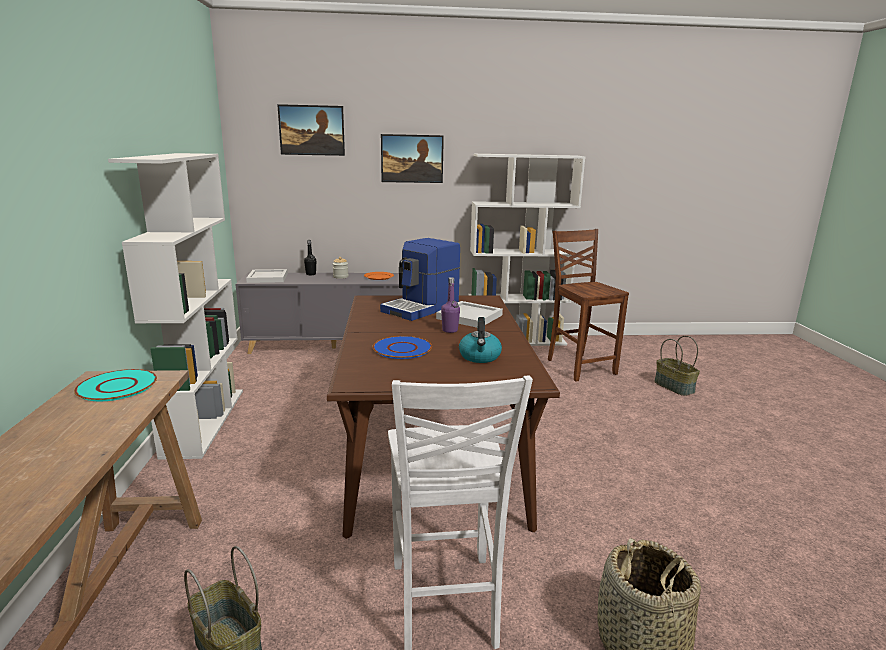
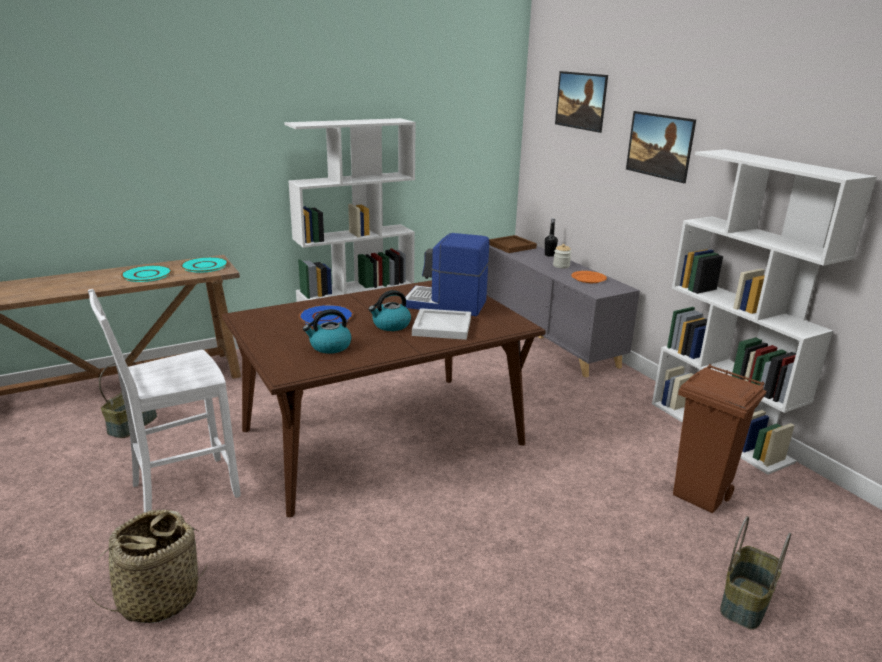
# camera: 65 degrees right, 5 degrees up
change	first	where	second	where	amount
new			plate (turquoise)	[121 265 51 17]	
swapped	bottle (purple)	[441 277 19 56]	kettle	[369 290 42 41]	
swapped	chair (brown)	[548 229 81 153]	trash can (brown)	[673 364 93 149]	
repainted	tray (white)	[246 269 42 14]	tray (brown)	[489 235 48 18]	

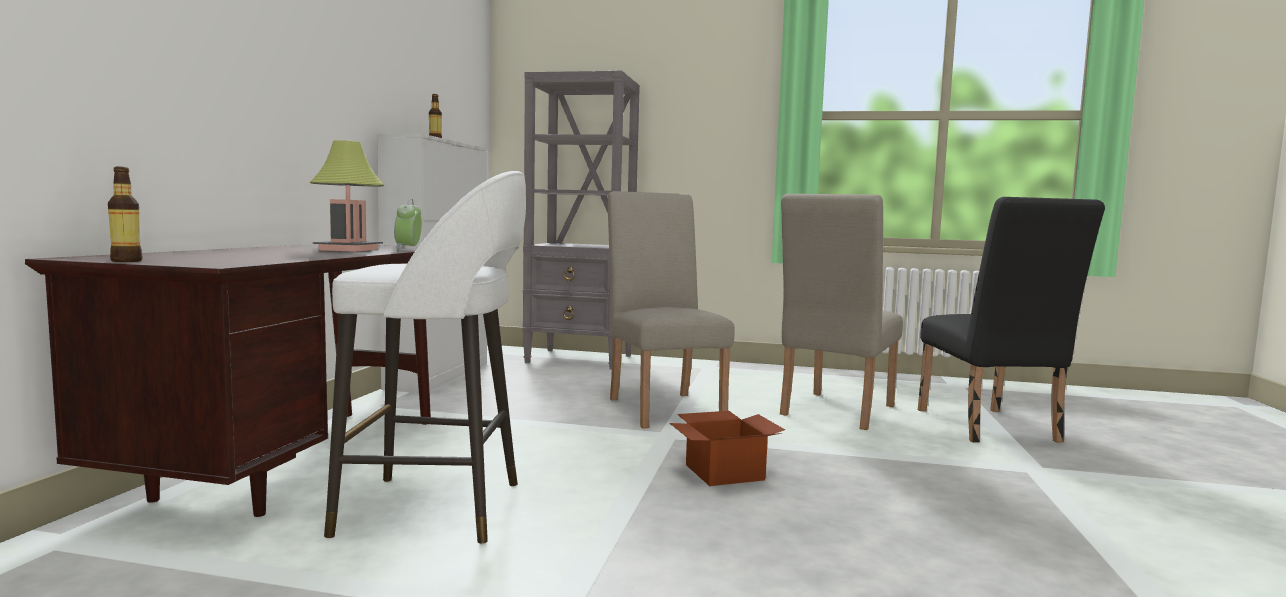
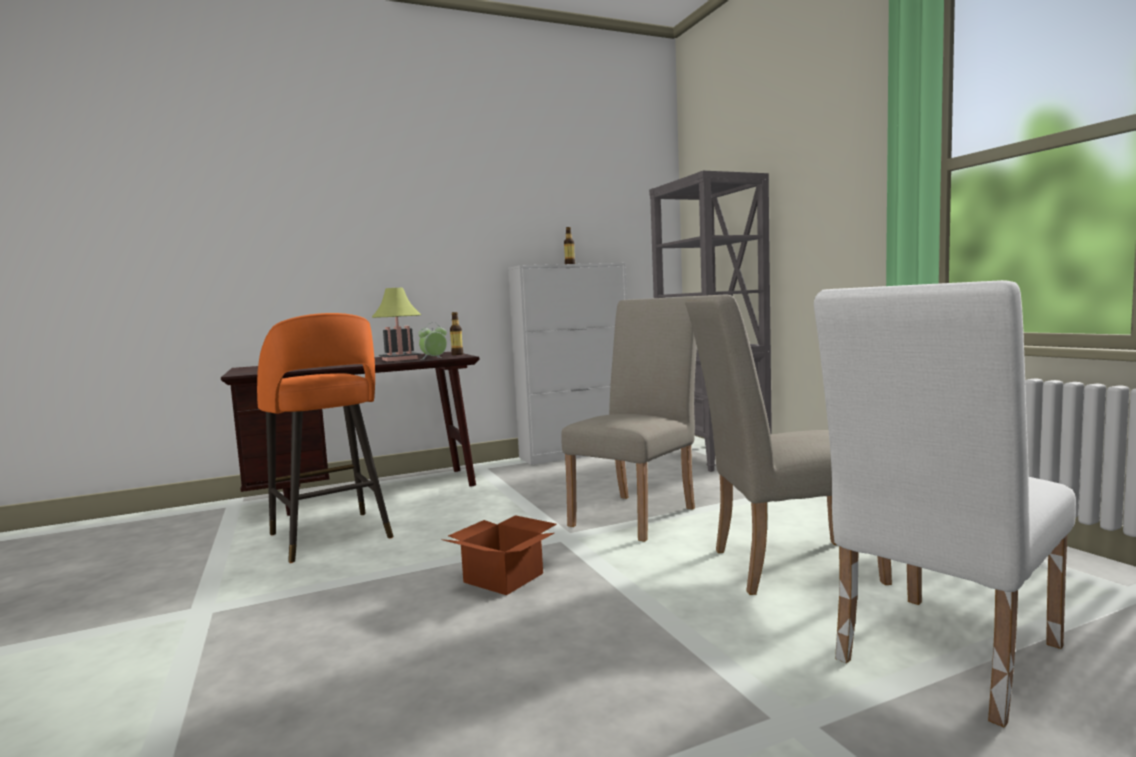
# camera: 55 degrees right, 0 degrees up
change	first	where	second	where	amount
shifted	bottle	[108 166 34 96]		[450 312 13 43]	
repainted	stool (white)	[324 171 202 373]	stool (orange)	[257 313 136 250]	
repainted	chair (black)	[918 197 187 245]	chair (white)	[814 280 262 448]	

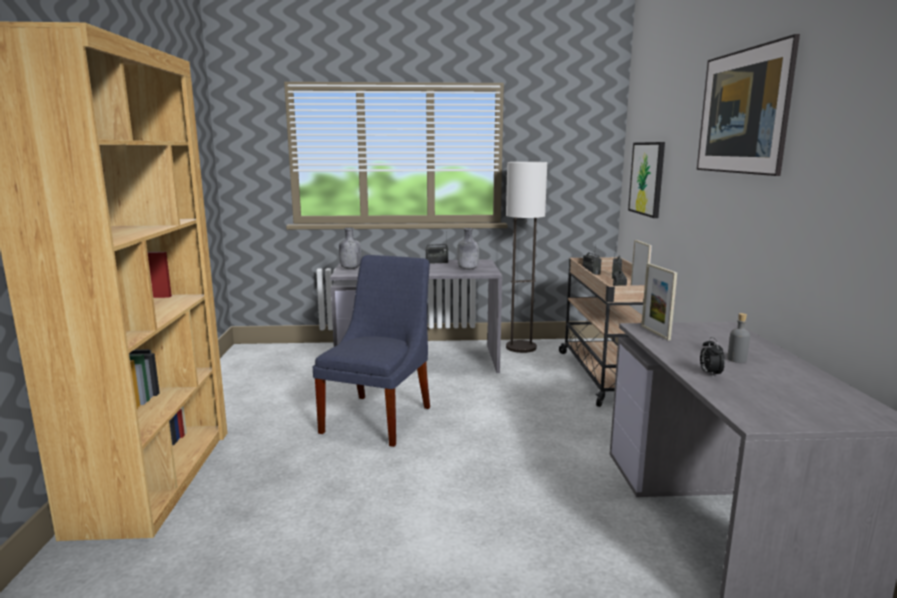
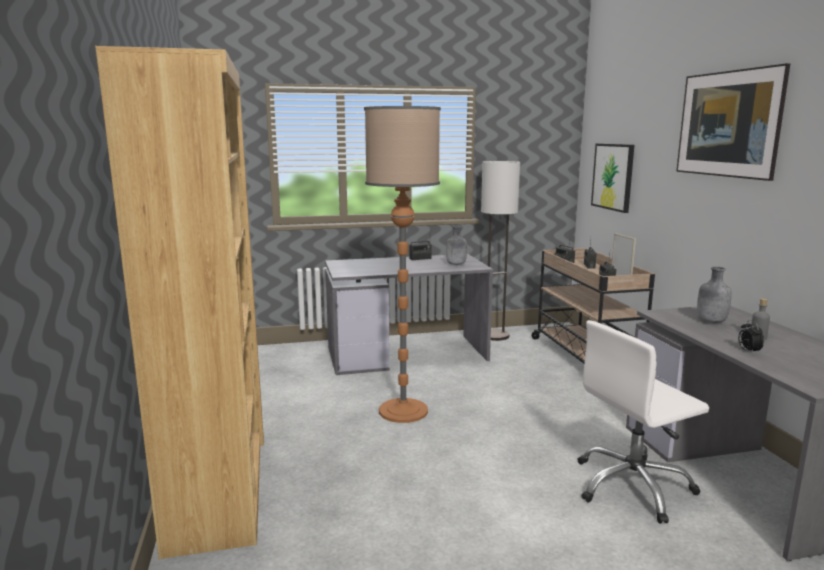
# camera: 10 degrees left, 0 degrees up
change	first	where	second	where	amount
gone	picture frame	[641 263 36 77]			
new			office chair (white)	[578 320 131 204]	
shifted	bottle (grey)	[339 228 22 41]		[697 267 35 56]	
swapped	chair (blue)	[313 255 117 192]	floor lamp	[364 106 77 317]	

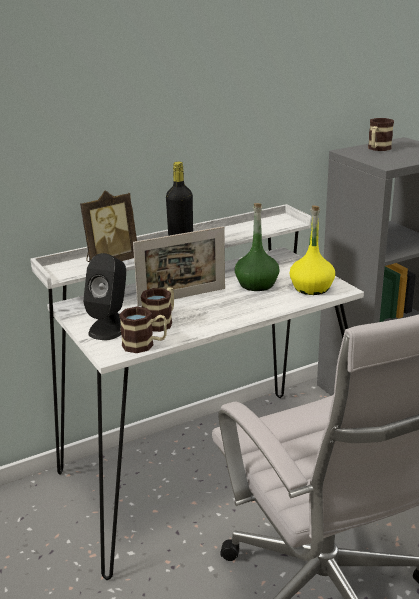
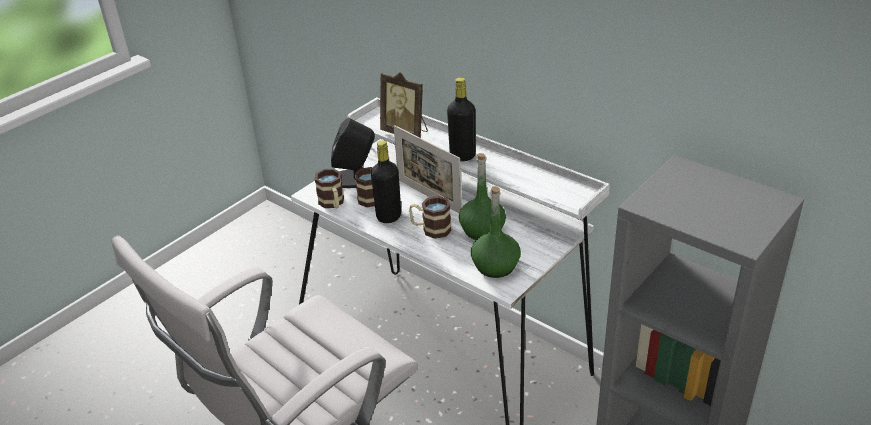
# camera: 70 degrees right, 10 degrees up
change	first	where	second	where	amount
new			bottle (black)	[371 141 30 82]	
shifted	mug	[368 118 26 33]		[409 196 43 43]	
repainted	bottle (yellow)	[290 205 45 90]	bottle (green)	[471 186 50 92]	

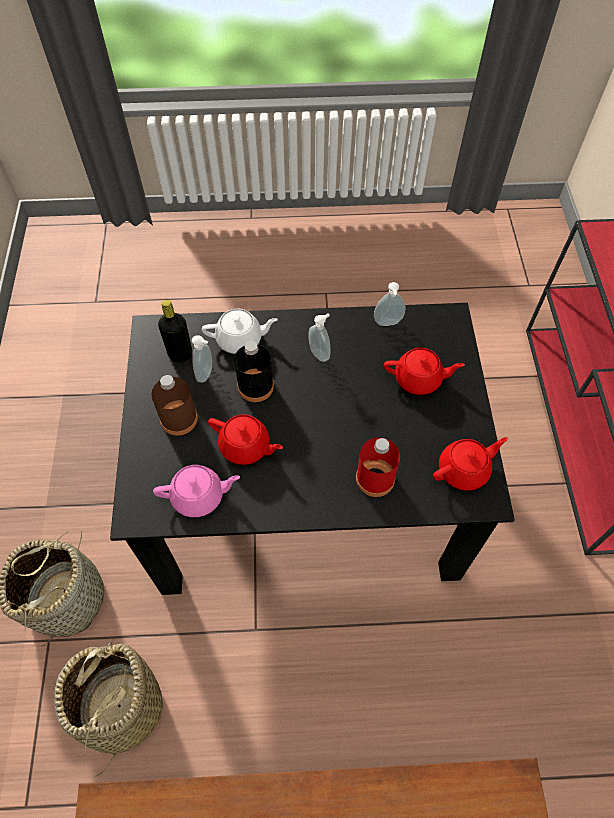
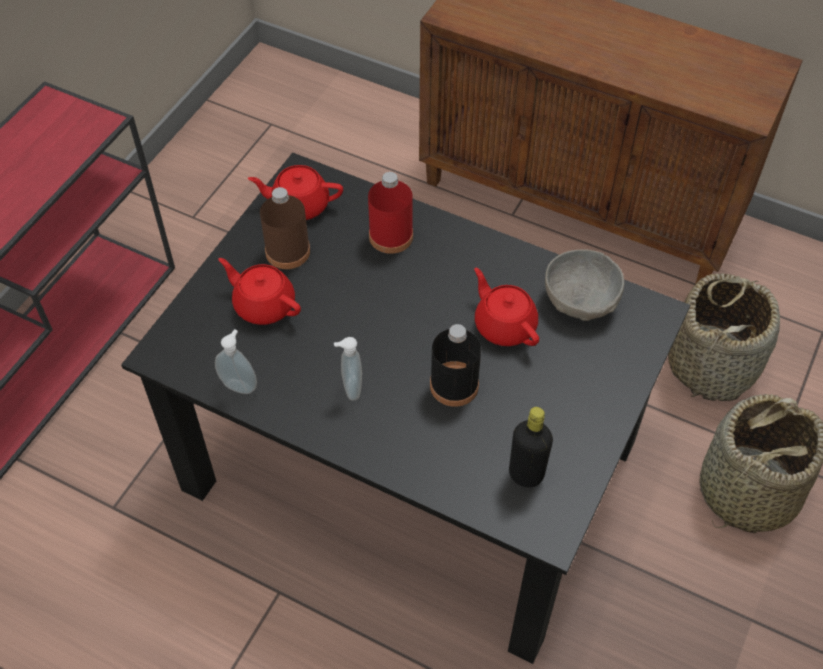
# camera: 150 degrees left, 5 degrees down
change	first	where	second	where	amount
gone	soap dispenser	[192 335 20 48]			
gone	teapot (white)	[202 309 76 45]			
shifted	bottle (brown)	[152 375 46 60]		[260 187 50 82]	
swapped	teapot (pink)	[153 465 87 52]	bowl (grey)	[545 250 79 71]	

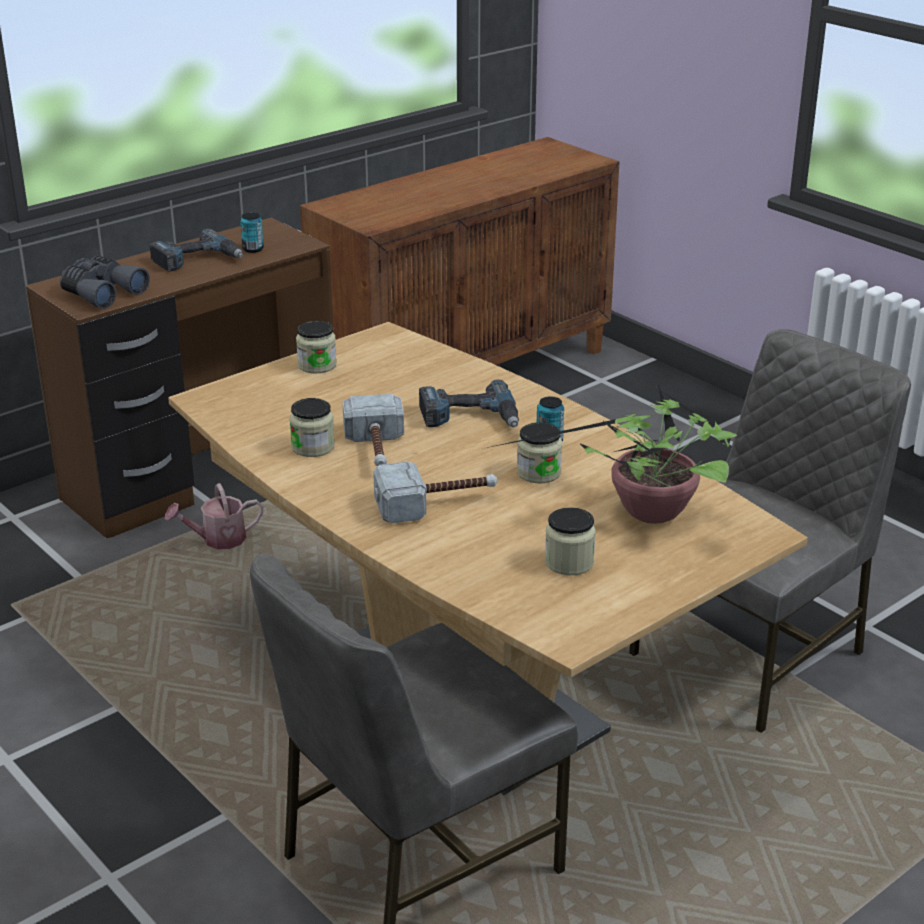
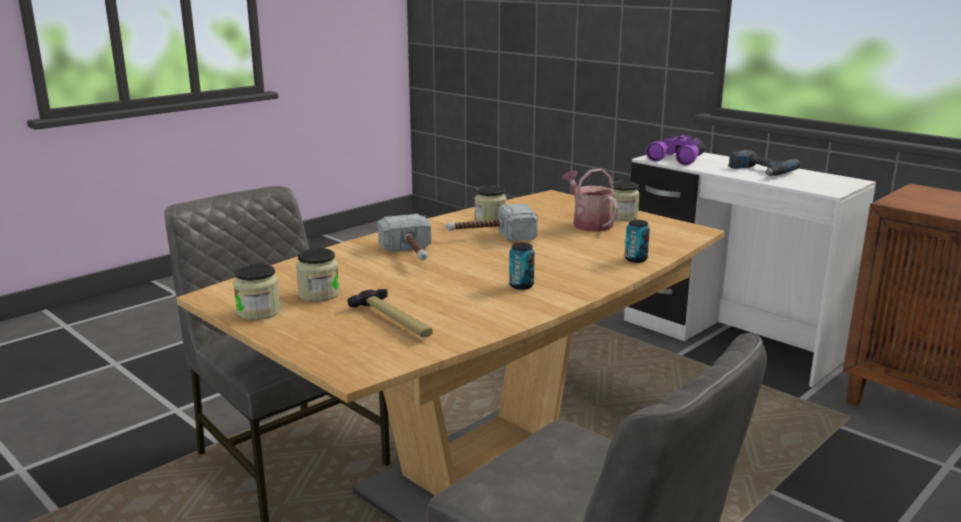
# camera: 85 degrees right, 10 degrees down
change	first	where	second	where	amount
gone	power drill	[419 380 100 47]			
shifted	watering can	[165 483 98 66]		[562 169 56 63]	
shifted	can	[240 212 24 41]		[625 220 25 43]	
shifted	jar	[517 422 45 61]		[233 263 48 57]	
swapped	potted plant	[482 385 255 139]	hammer	[348 289 85 49]	
repainted	desk (brown)	[26 218 308 321]	desk (white)	[624 152 252 235]	
repainted	binoculars (grey)	[60 256 90 53]	binoculars (purple)	[646 135 59 30]	

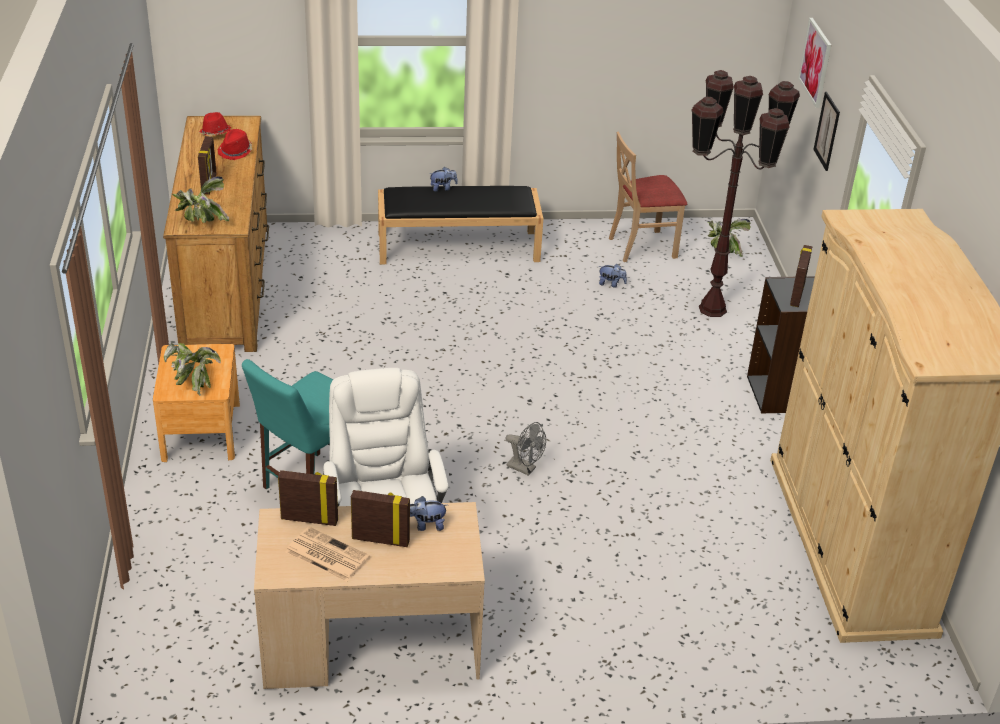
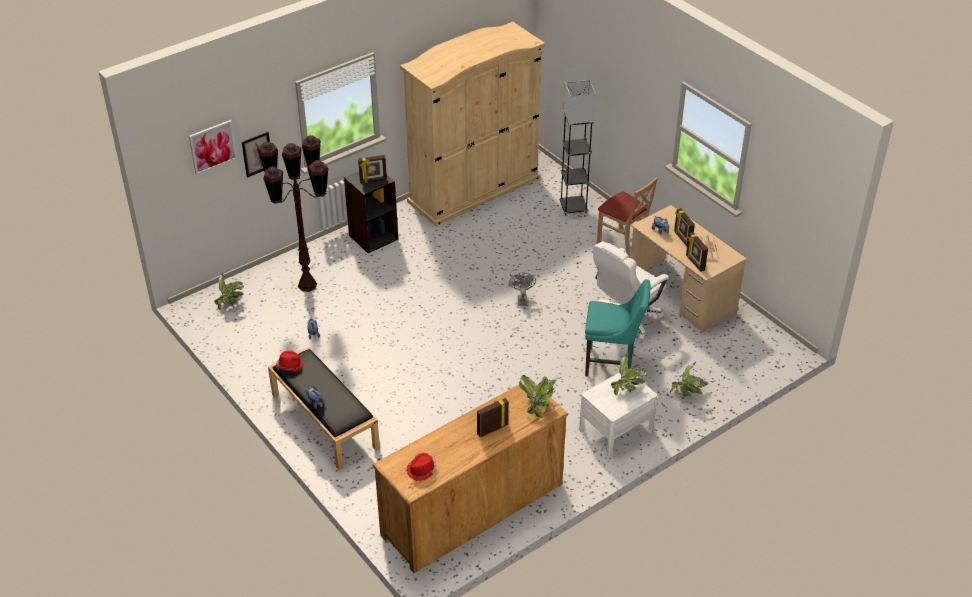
# camera: 120 degrees left, 5 degrees up
change	first	where	second	where	amount
new			floor lamp (grey)	[559 80 37 136]	
new			potted plant	[670 361 38 35]	
shifted	hat (red)	[218 129 34 31]		[276 351 28 20]	
shifted	chair (beige)	[609 132 78 130]		[597 177 61 81]	
repainted	nightstand (brown)	[153 344 87 118]	nightstand (white)	[579 373 78 84]	

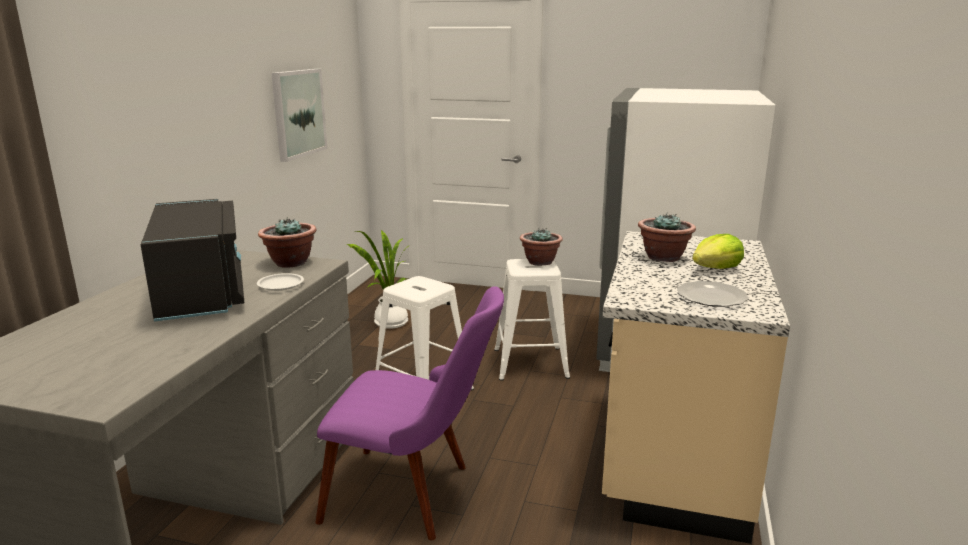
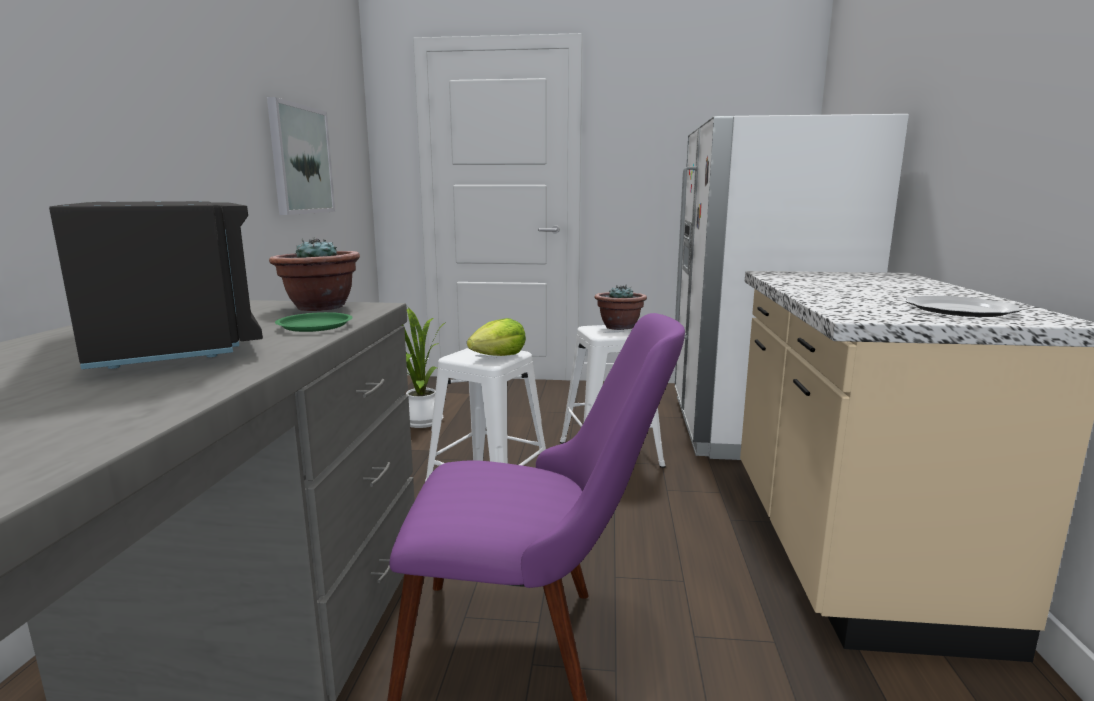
# camera: 10 degrees left, 5 degrees down
change	first	where	second	where	amount
gone	potted plant	[638 212 58 50]			
shifted	lettuce	[692 234 52 35]		[467 318 59 38]	
repainted	plate (white)	[257 273 47 18]	plate (green)	[275 312 78 20]	

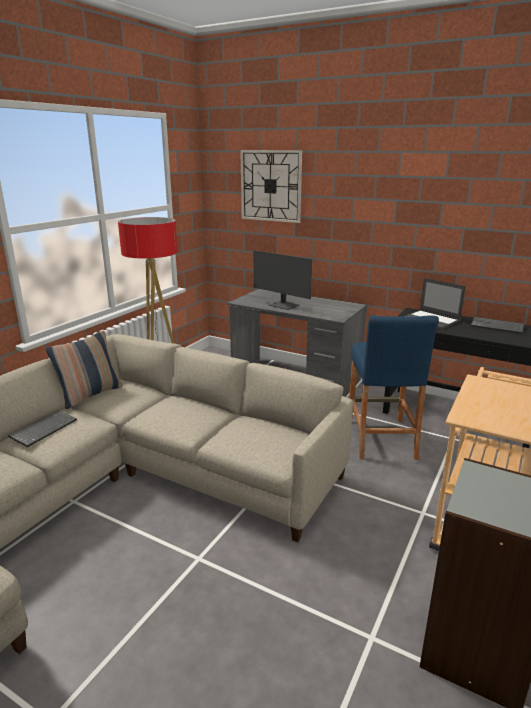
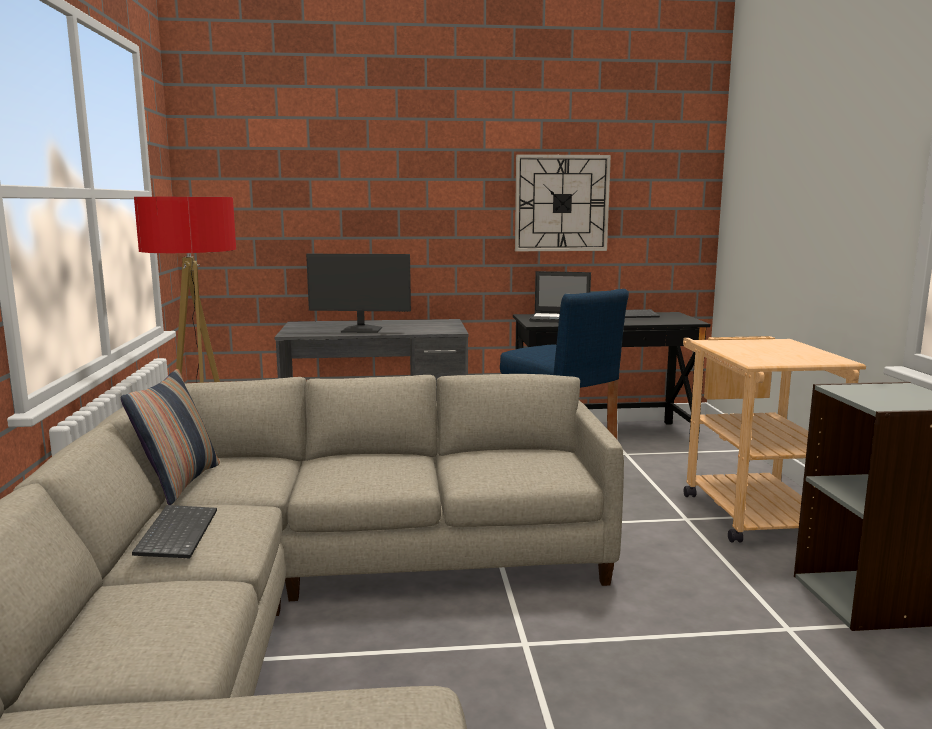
# camera: 35 degrees left, 10 degrees down
change	first	where	second	where	amount
shifted	wall clock	[240 150 62 73]		[515 154 96 97]	

